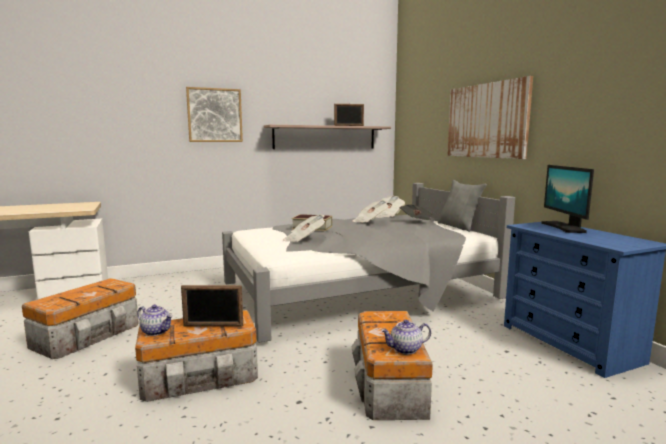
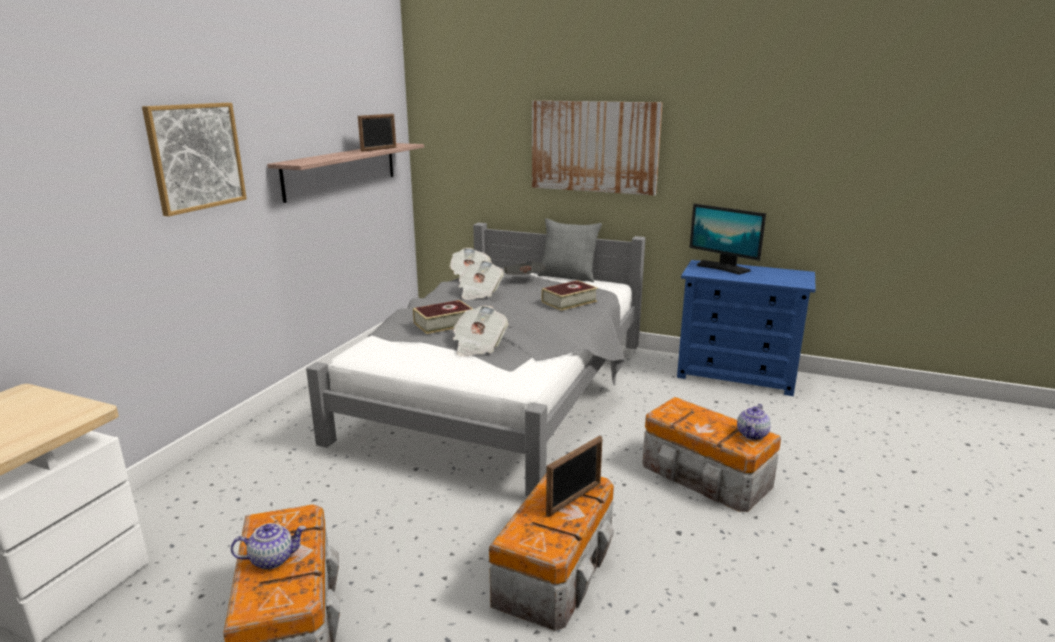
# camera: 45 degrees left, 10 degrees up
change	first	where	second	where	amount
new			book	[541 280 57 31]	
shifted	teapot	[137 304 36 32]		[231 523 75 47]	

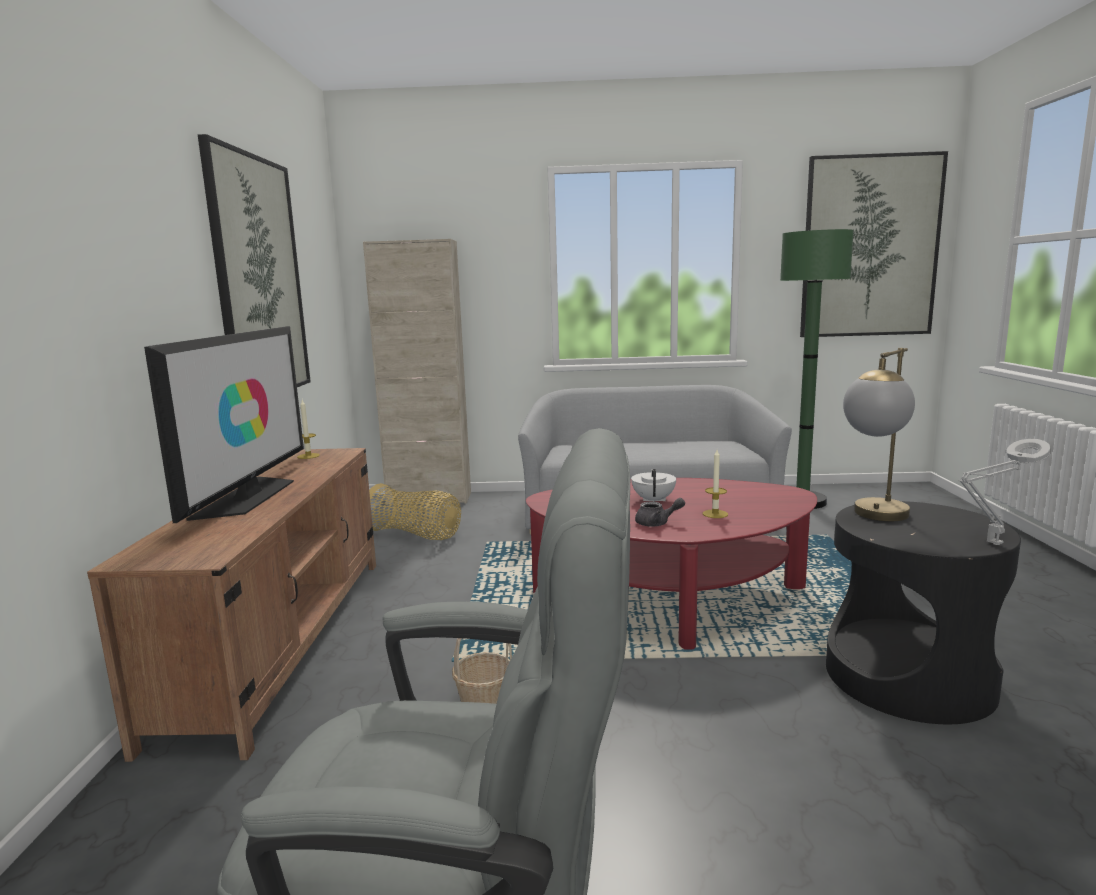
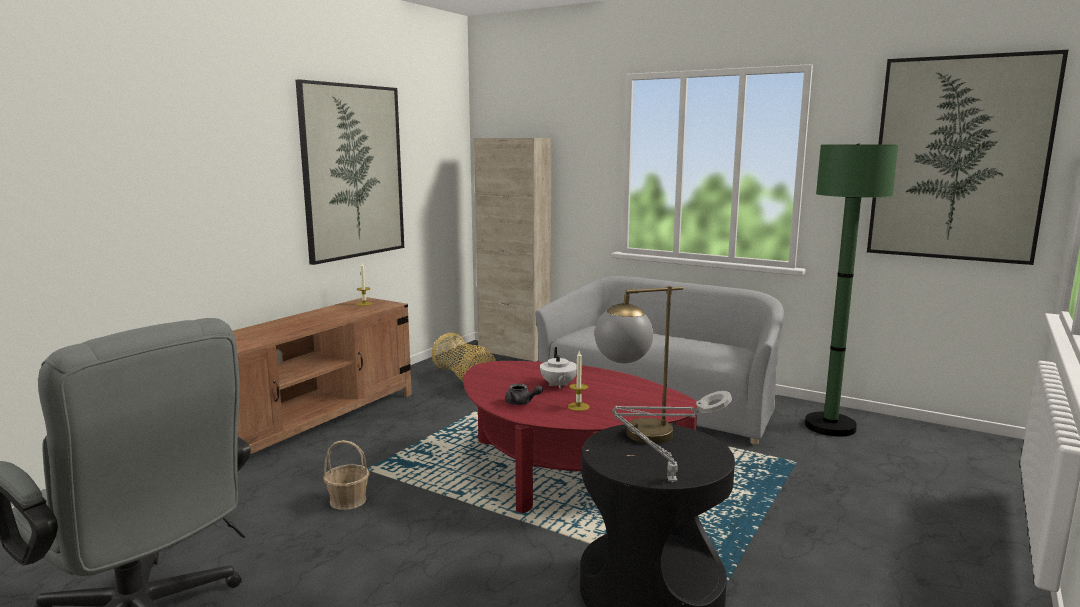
# camera: 30 degrees right, 0 degrees up
change	first	where	second	where	amount
gone	television	[144 326 160 197]			
rotated	teapot (white)	[631 469 45 33]		[540 347 37 42]	135 degrees clockwise

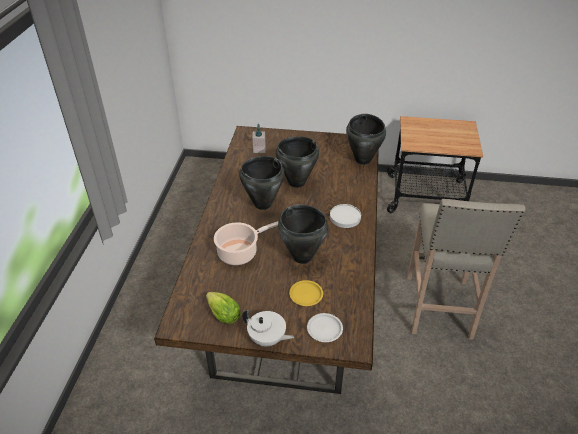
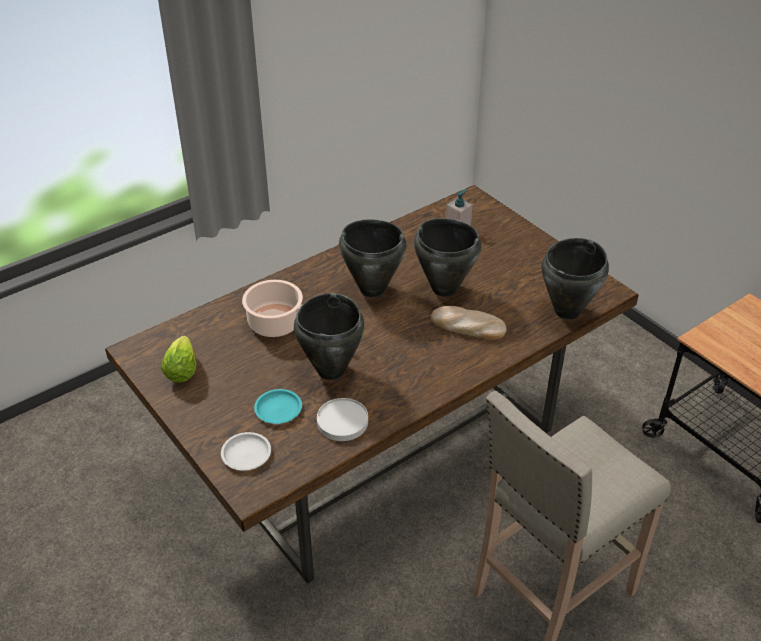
# camera: 45 degrees right, 0 degrees up
change	first	where	second	where	amount
gone	teapot (white)	[242 309 52 37]			
new			bread	[431 306 76 34]	
shifted	plate (white)	[330 204 31 24]		[317 398 51 43]	
repainted	plate (yellow)	[289 280 34 26]	plate (turquoise)	[254 389 48 35]	

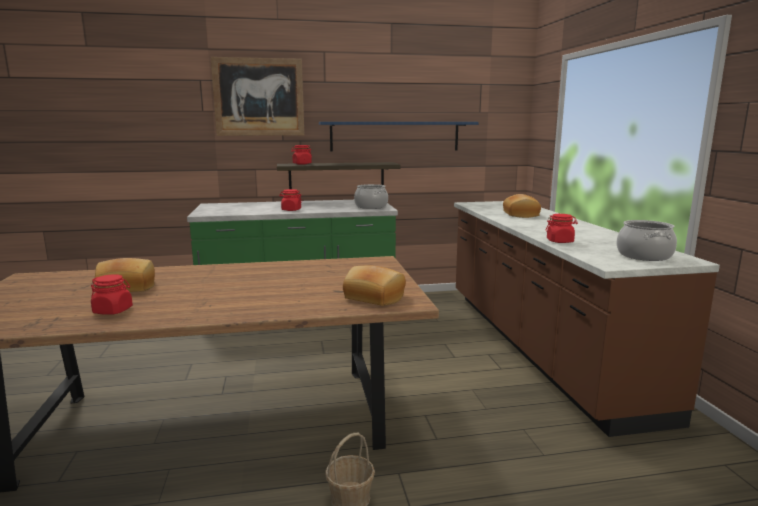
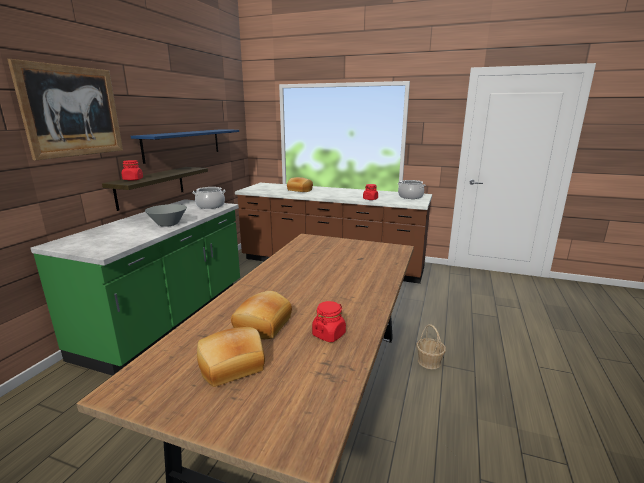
# camera: 60 degrees left, 5 degrees up
change	first	where	second	where	amount
shifted	bread	[343 266 63 40]		[197 327 68 60]	
swapped	jar (red)	[279 189 23 22]	bowl (grey)	[145 204 42 23]	

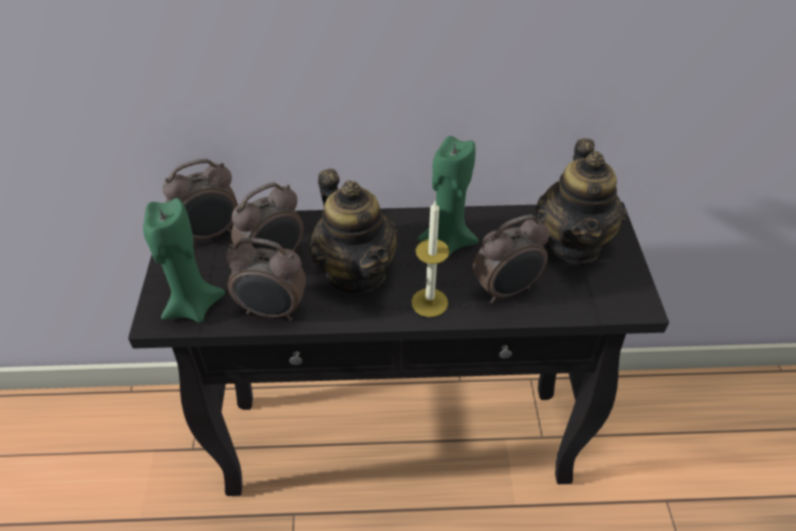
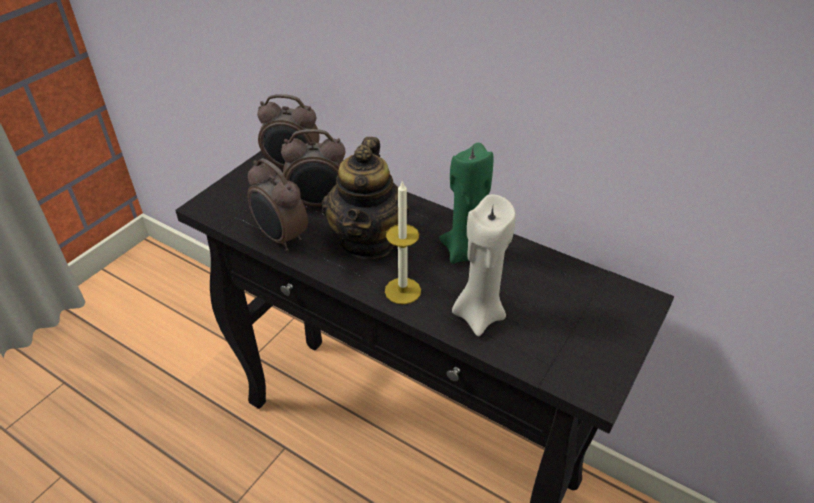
# camera: 35 degrees right, 5 degrees down
change	first	where	second	where	amount
gone	candle (green)	[143 198 82 125]			
gone	teapot	[535 139 92 124]			
swapped	alarm clock	[473 215 77 88]	candle (beige)	[452 194 64 142]	

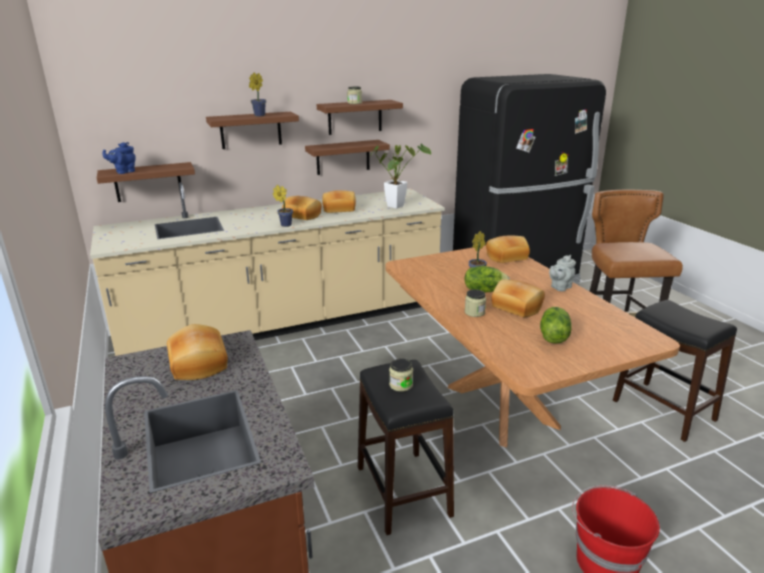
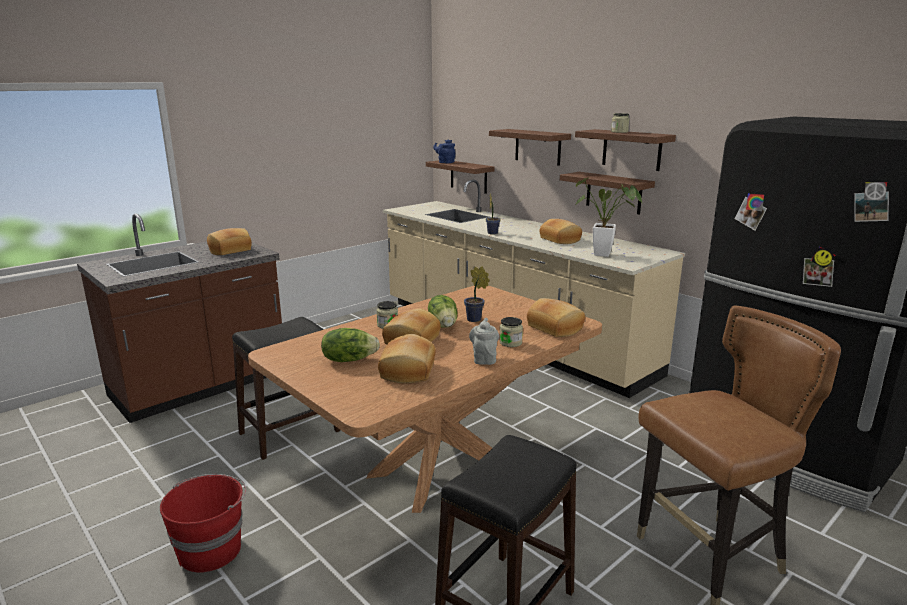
# camera: 70 degrees right, 5 degrees down
change	first	where	second	where	amount
gone	potted plant	[249 73 17 44]			
shifted	bread	[282 196 40 24]		[378 334 58 50]	
shifted	jar	[389 359 24 33]		[499 317 24 30]	
rotated	teapot (grey)	[549 255 27 36]		[469 318 30 47]	60 degrees clockwise

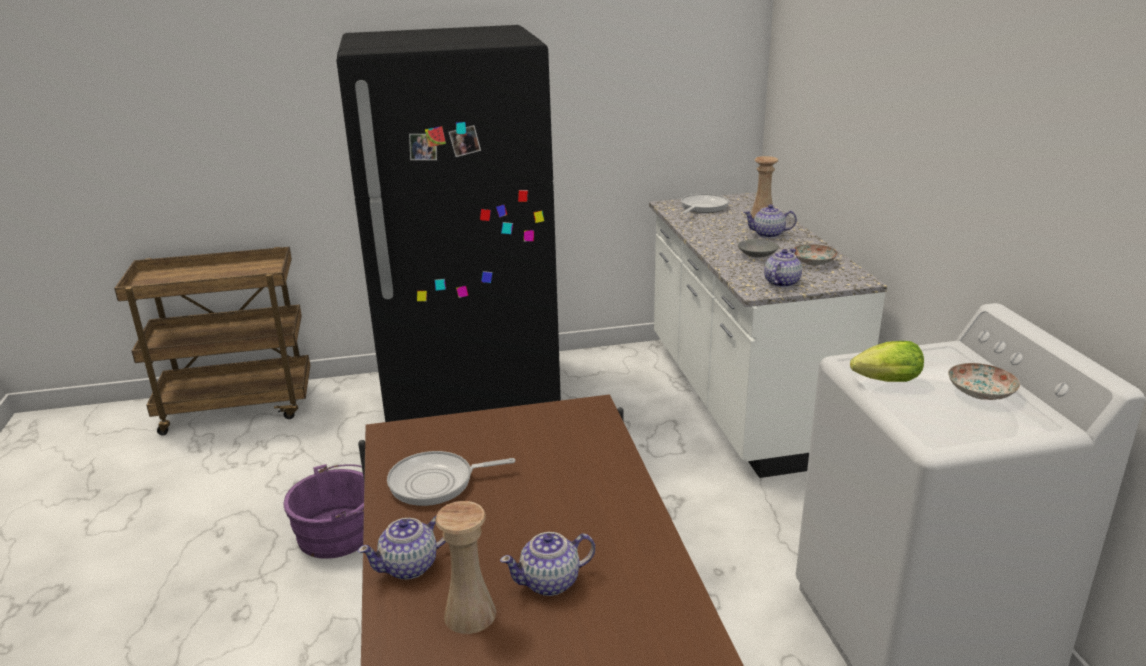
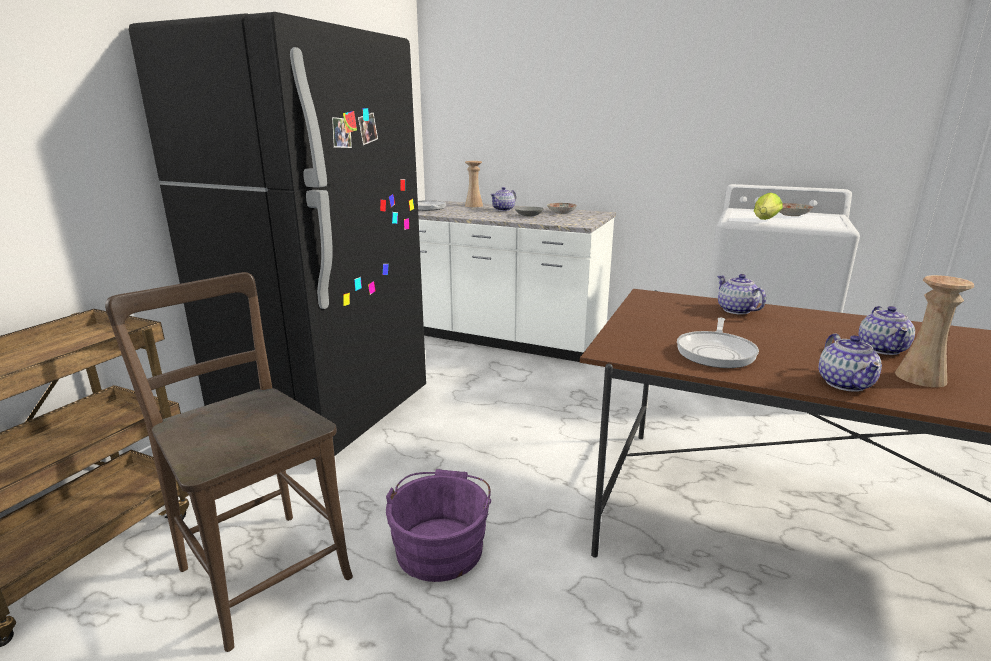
# camera: 55 degrees left, 5 degrees down
change	first	where	second	where	amount
new			chair (brown)	[105 272 248 380]	
shifted	teapot	[764 248 38 39]		[717 274 49 41]	

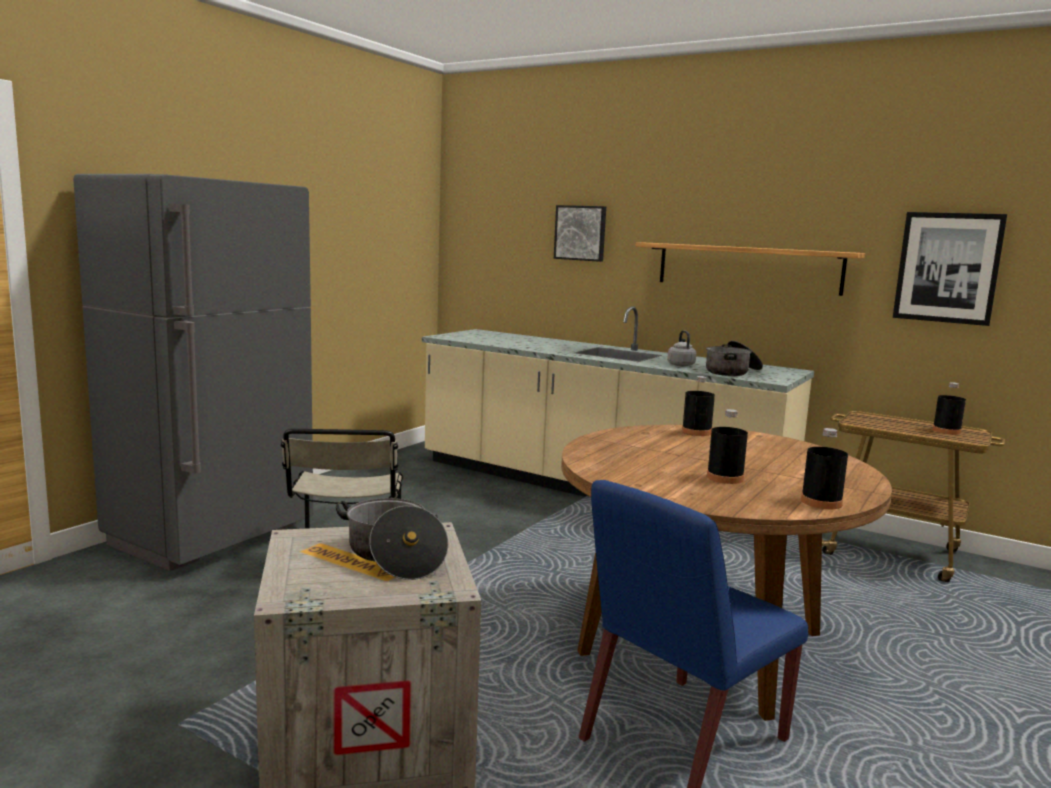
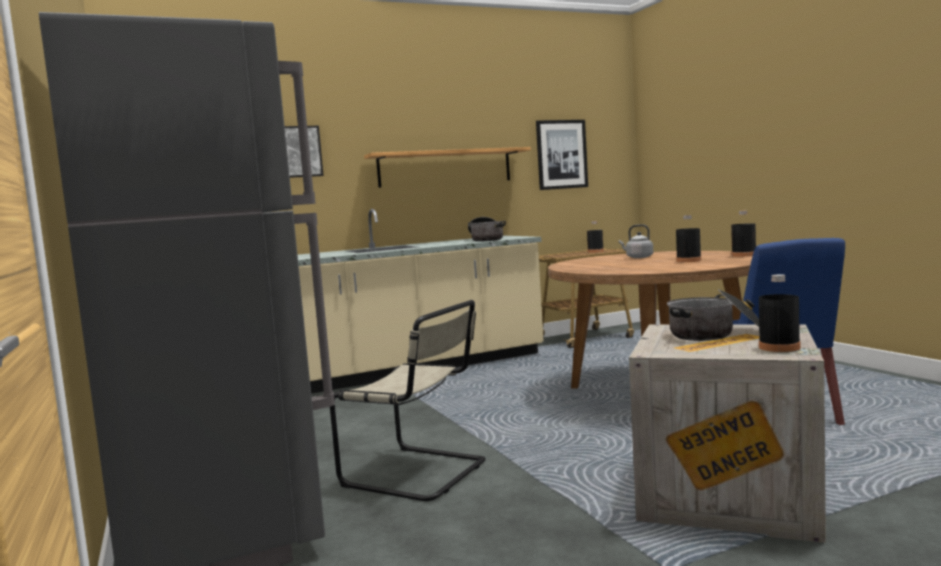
# camera: 55 degrees left, 5 degrees down
change	first	where	second	where	amount
shifted	kettle (grey)	[667 330 29 36]		[619 224 34 34]	
shifted	bottle (black)	[682 376 33 60]		[759 274 42 78]	

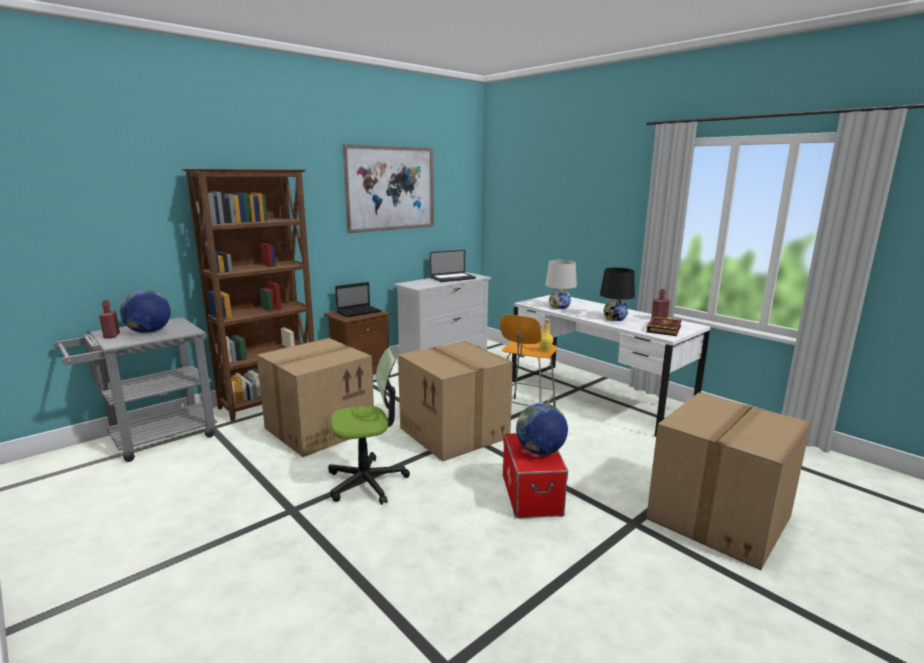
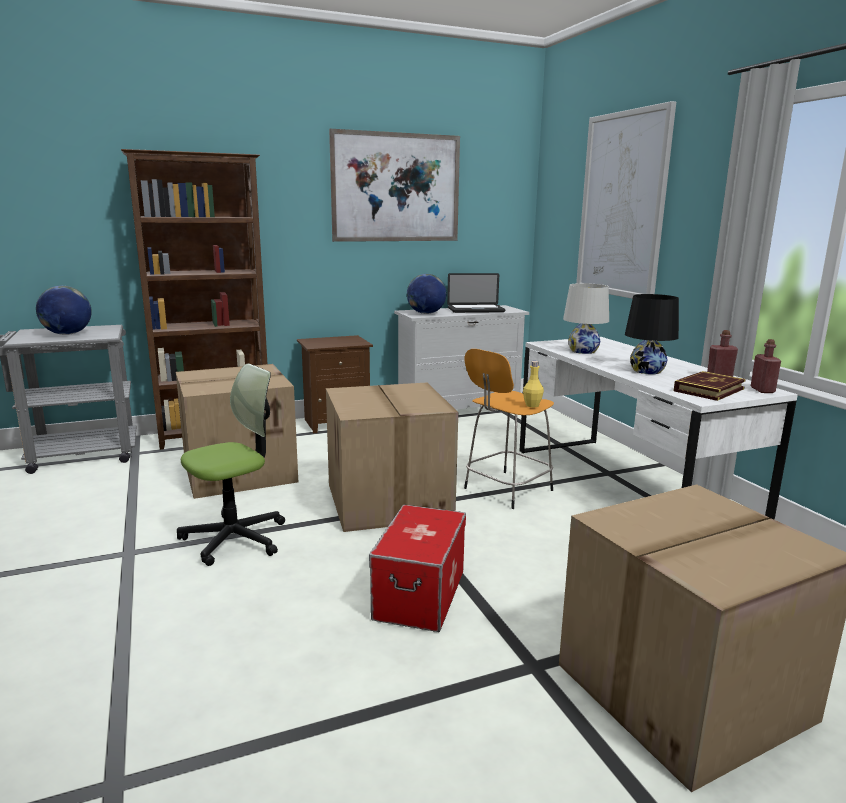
# camera: 20 degrees right, 0 degrees up
change	first	where	second	where	amount
gone	laptop	[335 282 46 35]			
new			picture	[576 101 100 198]	
shifted	bottle (red)	[99 300 21 39]		[751 339 30 54]	
shifted	globe	[516 403 52 52]		[407 274 39 40]	
rotated	office chair	[328 348 82 157]		[177 364 108 202]	45 degrees counterclockwise

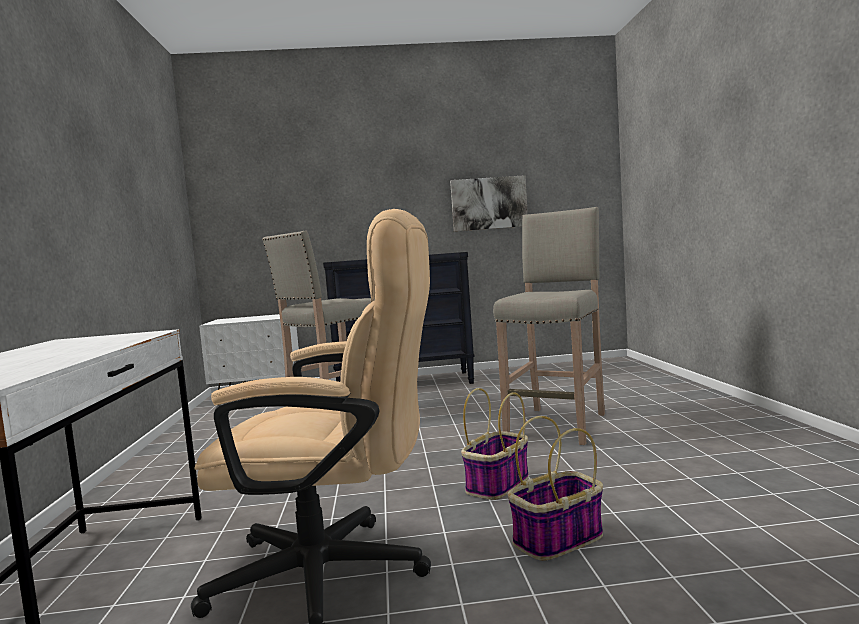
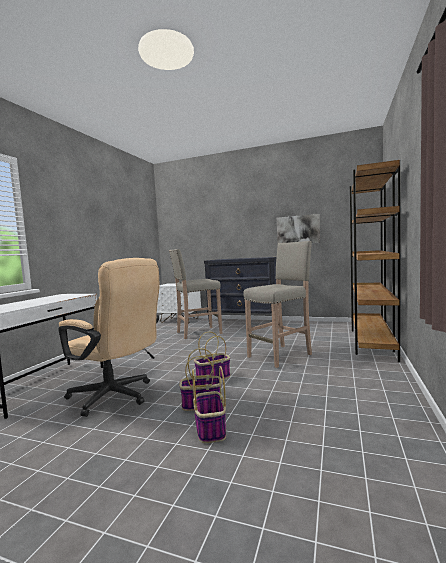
# camera: 25 degrees right, 0 degrees up
change	first	where	second	where	amount
new			basket	[192 366 34 77]	
new			bookcase (brown)	[350 160 51 202]	

